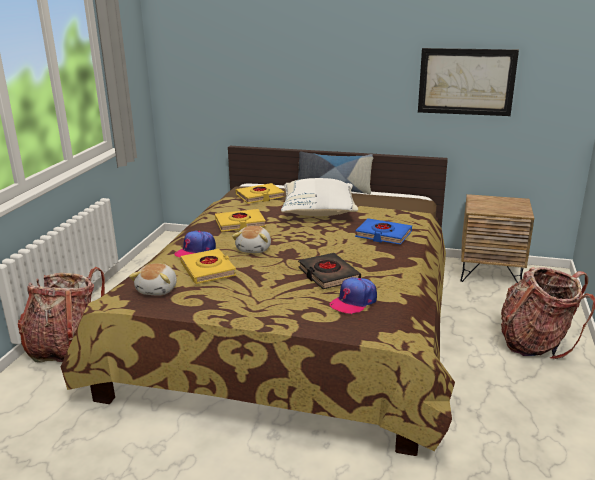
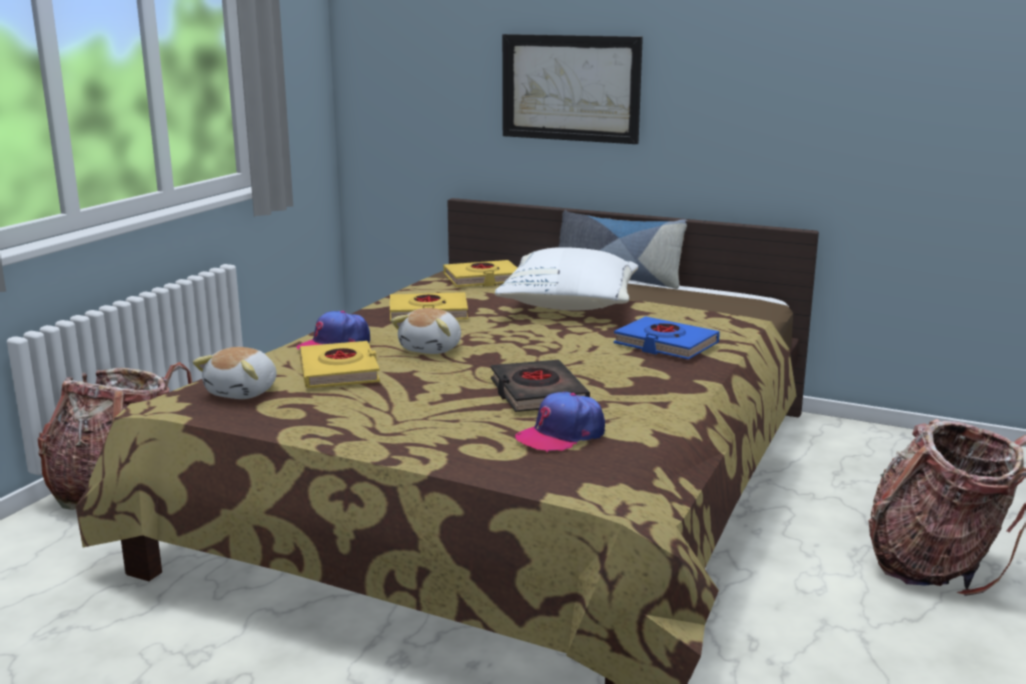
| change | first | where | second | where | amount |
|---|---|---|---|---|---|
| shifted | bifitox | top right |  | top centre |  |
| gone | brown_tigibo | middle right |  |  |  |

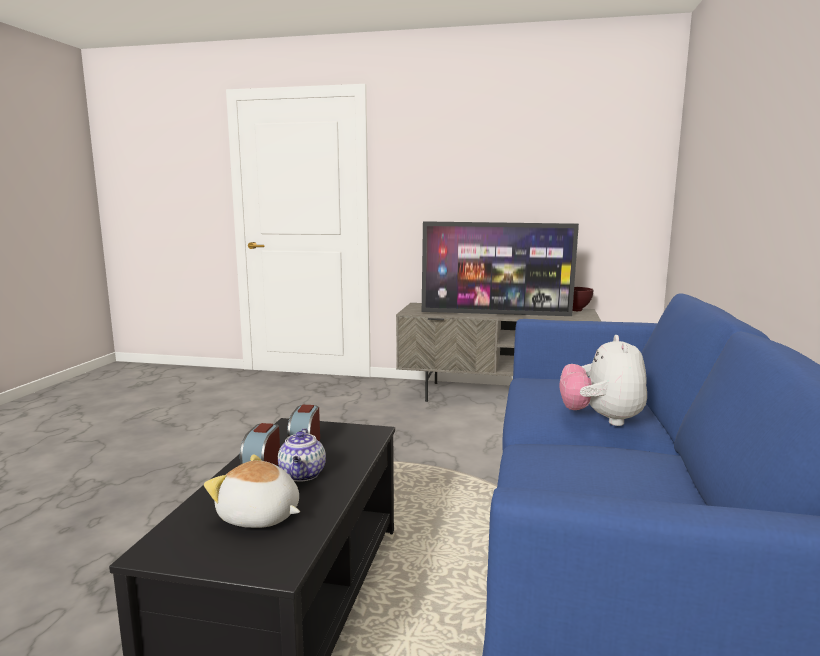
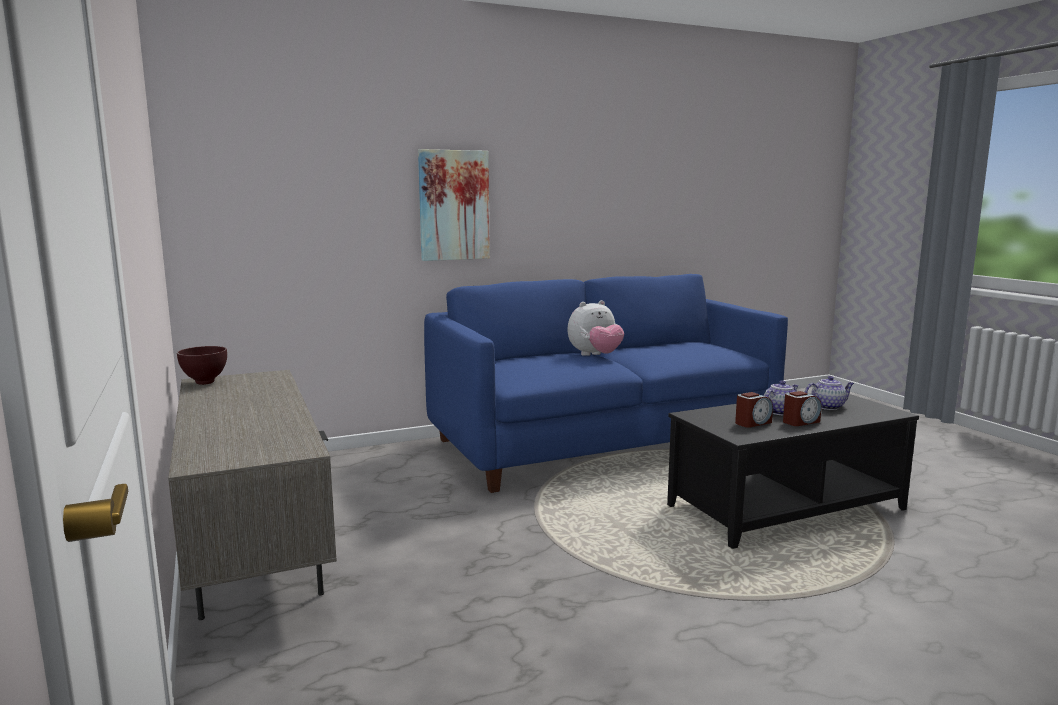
| change | first | where | second | where | amount |
|---|---|---|---|---|---|
| new |  |  | bifitox | top centre |  |
| swapped | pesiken (no. 1 from left) | bottom left | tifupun (no. 2 from left) | middle right |  |
| gone | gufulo | centre |  |  |  |

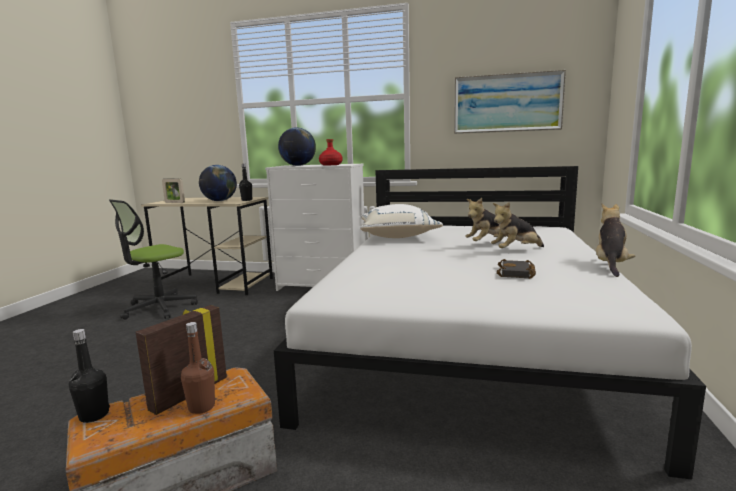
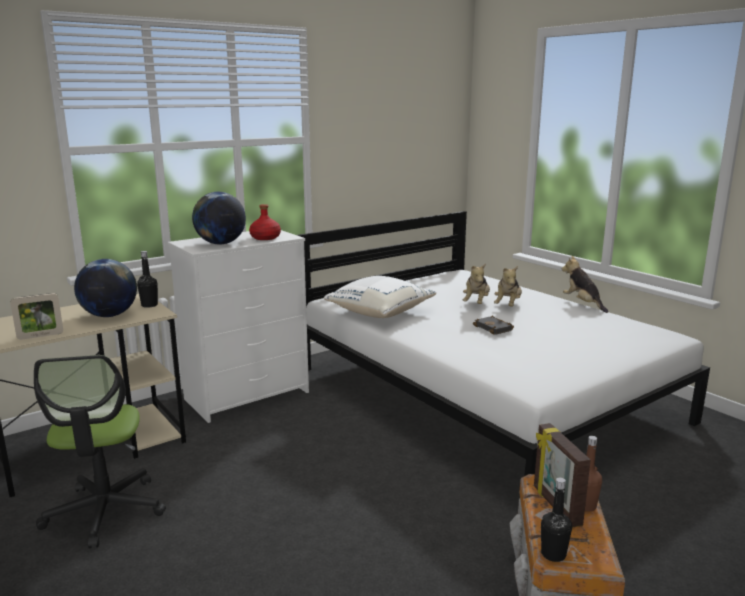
| change | first | where | second | where | amount |
|---|---|---|---|---|---|
| shifted | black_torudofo | middle right |  | centre |  |
| gone | bifitox | top right |  |  |  |

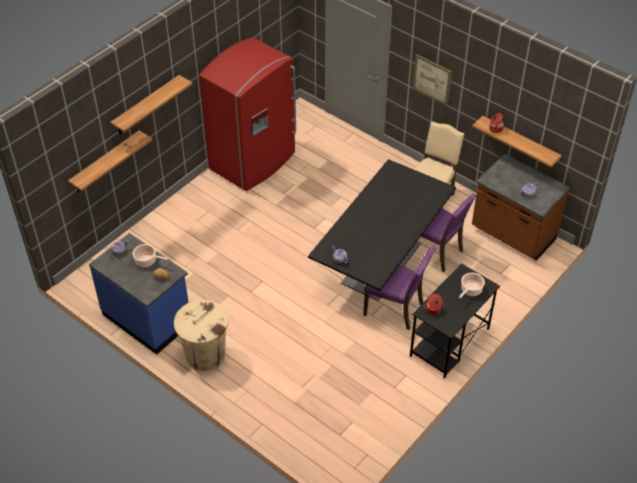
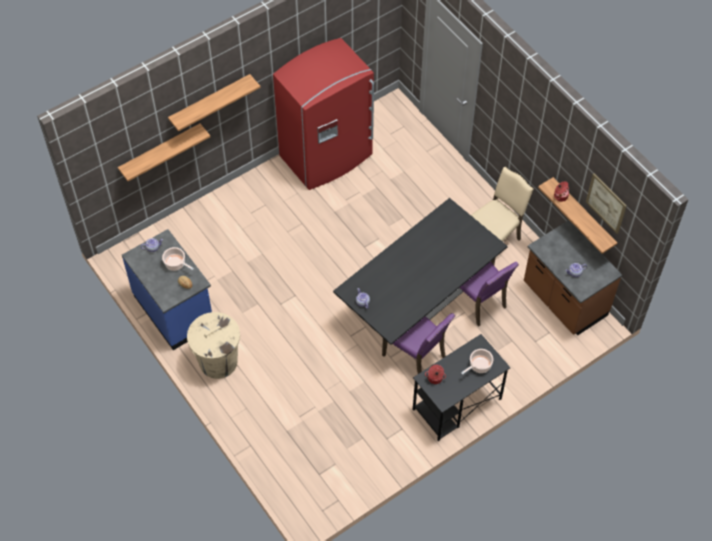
| change | first | where | second | where | amount |
|---|---|---|---|---|---|
| shifted | bifitox | top right |  | middle right |  |

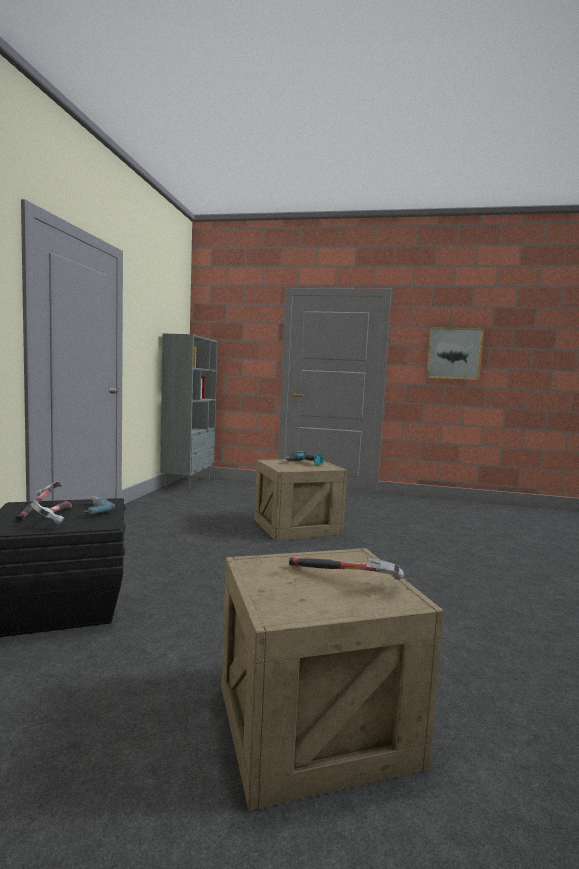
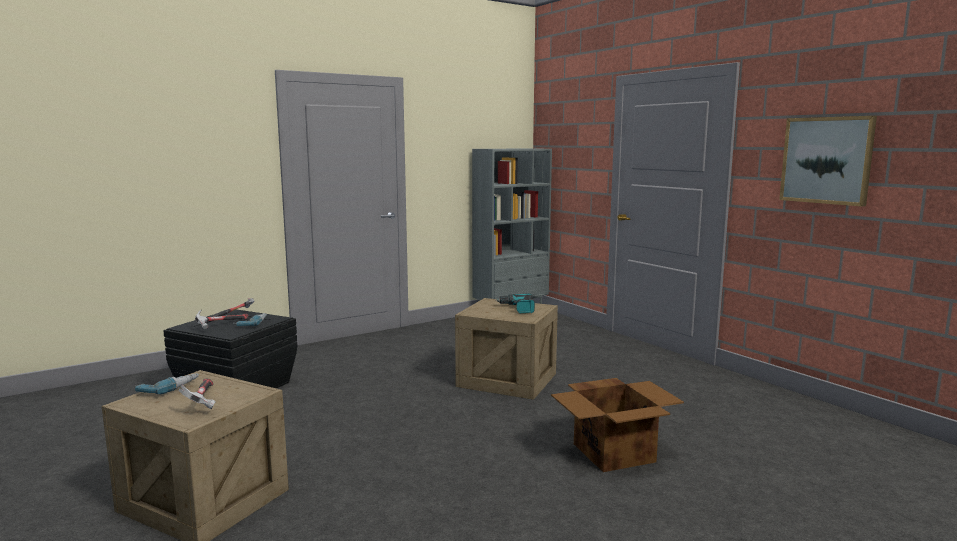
| change | first | where | second | where | amount |
|---|---|---|---|---|---|
| new |  |  | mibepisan (no. 1 from left) | bottom left |  |
| new |  |  | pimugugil | bottom centre |  |

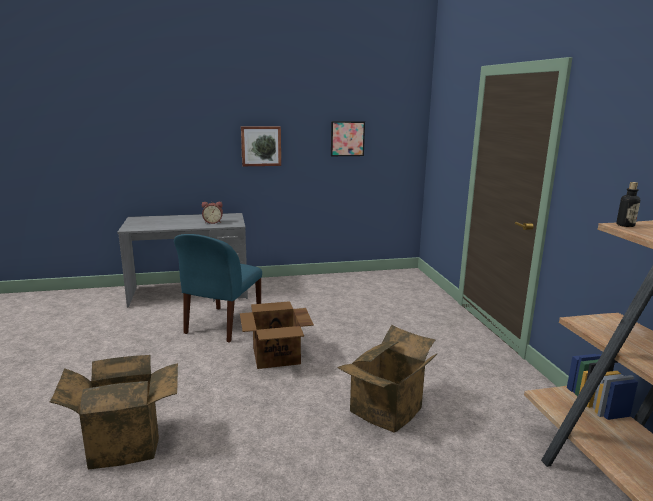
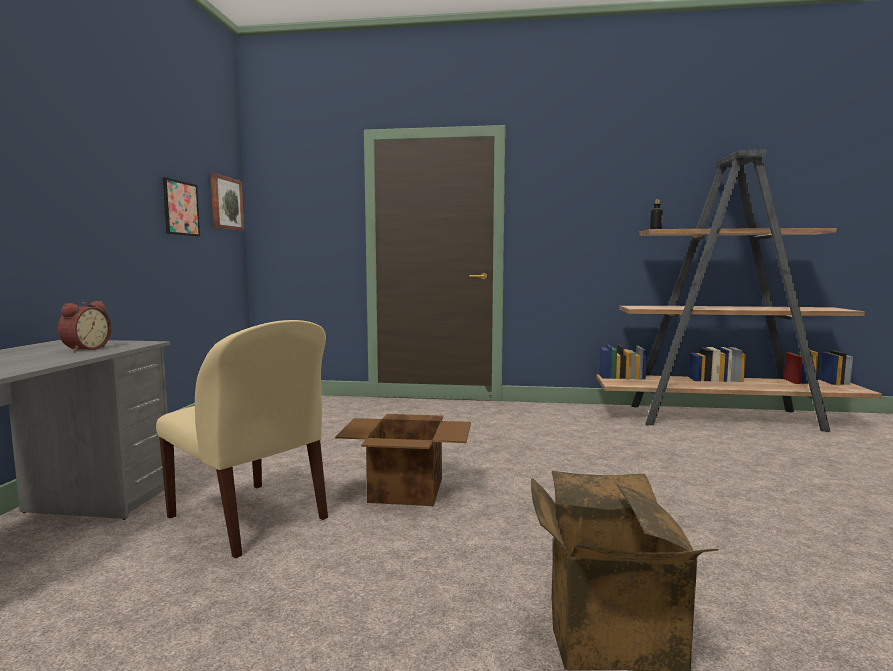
| change | first | where | second | where | amount |
|---|---|---|---|---|---|
| repainted | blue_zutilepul | centre | beige_zutilepul | middle left |  |
| shifted | bifitox (no. 1 from left in the first image) | top centre | bifitox (no. 2 from left) | top left |  |
| gone | pimugugil (no. 3 from left) | bottom centre |  |  |  |

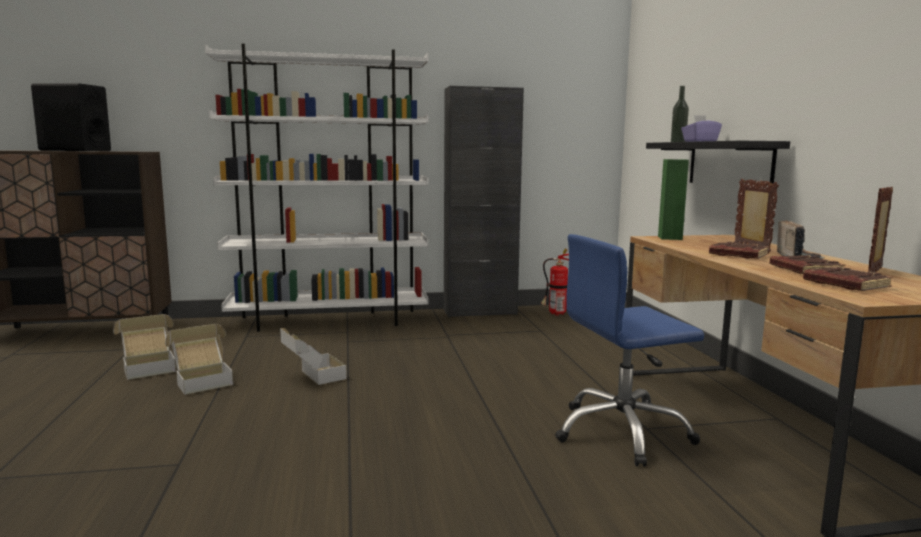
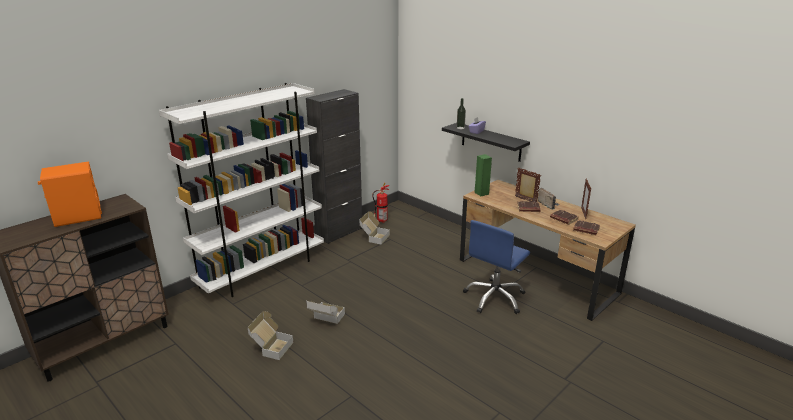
| change | first | where | second | where | amount |
|---|---|---|---|---|---|
| repainted | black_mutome | top left | orange_mutome | middle left |  |
| shifted | pimugugil (no. 1 from left in the first image) | middle left | pimugugil (no. 3 from left) | centre |  |

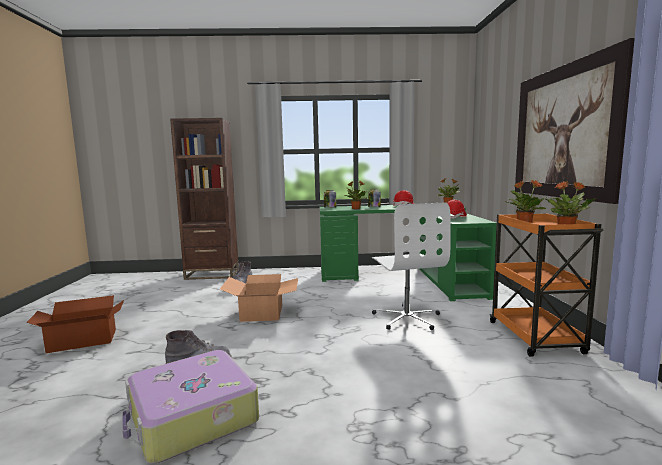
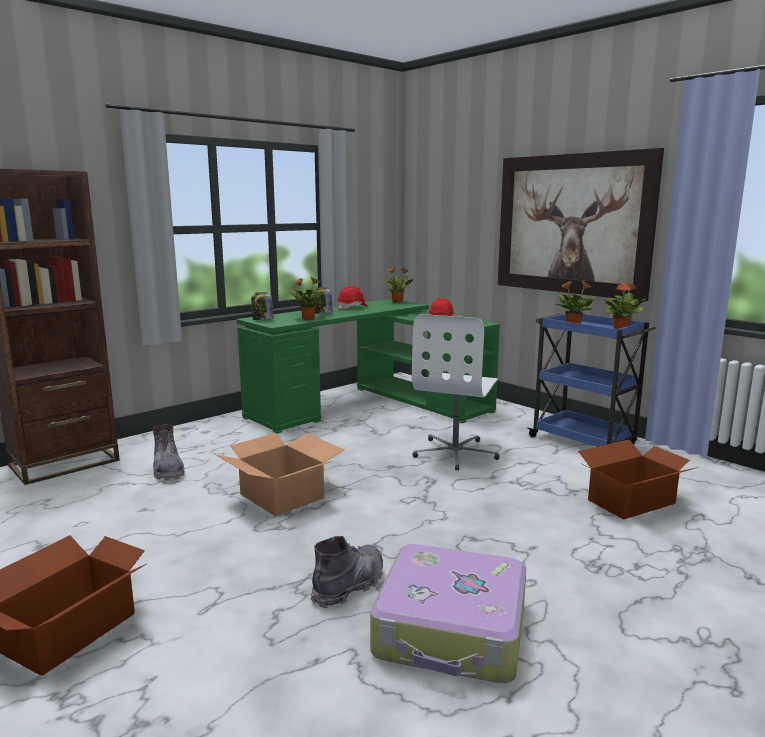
| change | first | where | second | where | amount |
|---|---|---|---|---|---|
| rotated | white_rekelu | centre |  | centre | 75 degrees clockwise |
| repainted | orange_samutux | middle right | blue_samutux | middle right |  |
| new |  |  | pimugugil (no. 3 from left) | middle right |  |

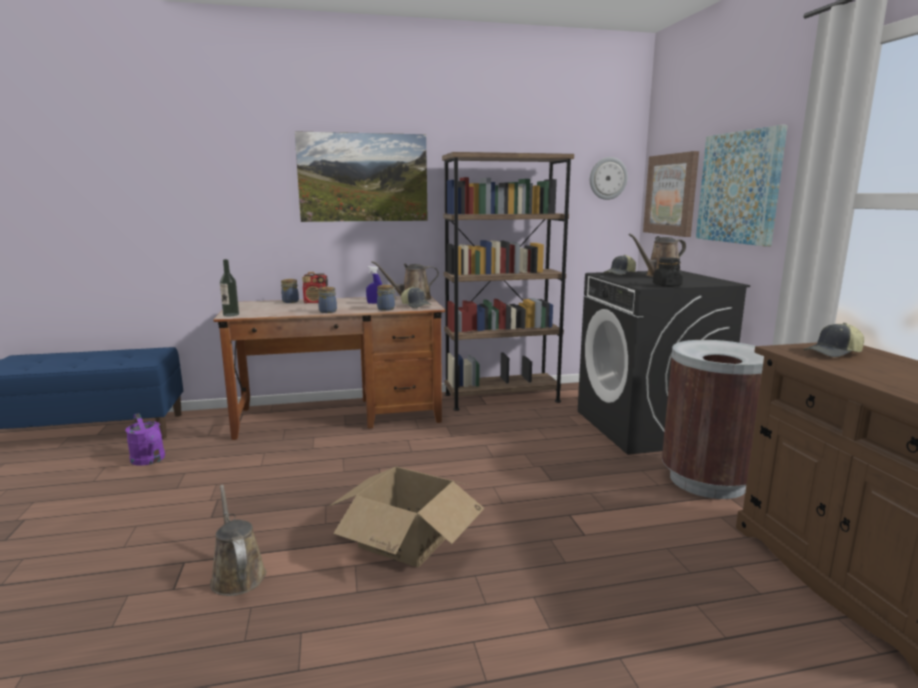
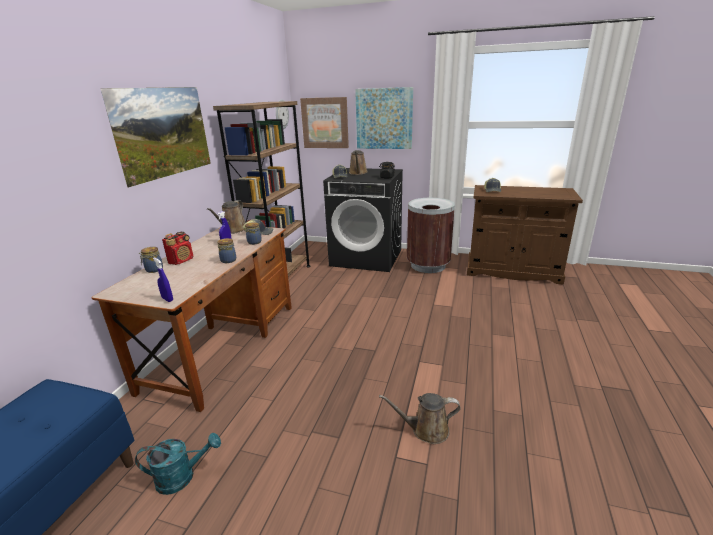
| change | first | where | second | where | amount |
|---|---|---|---|---|---|
| repainted | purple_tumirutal | middle left | turquoise_tumirutal | bottom left |  |
| swapped | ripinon | middle left | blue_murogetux (no. 1 from left) | middle left |  |
| gone | pimugugil | bottom centre |  |  |  |

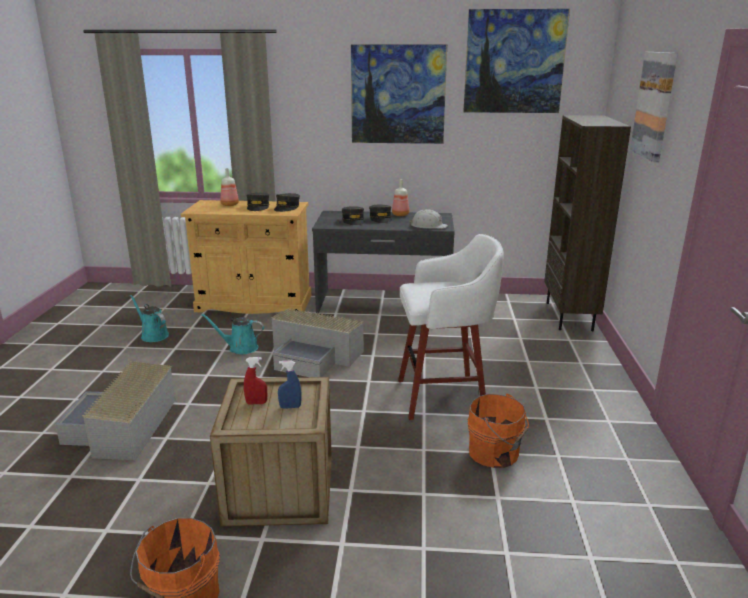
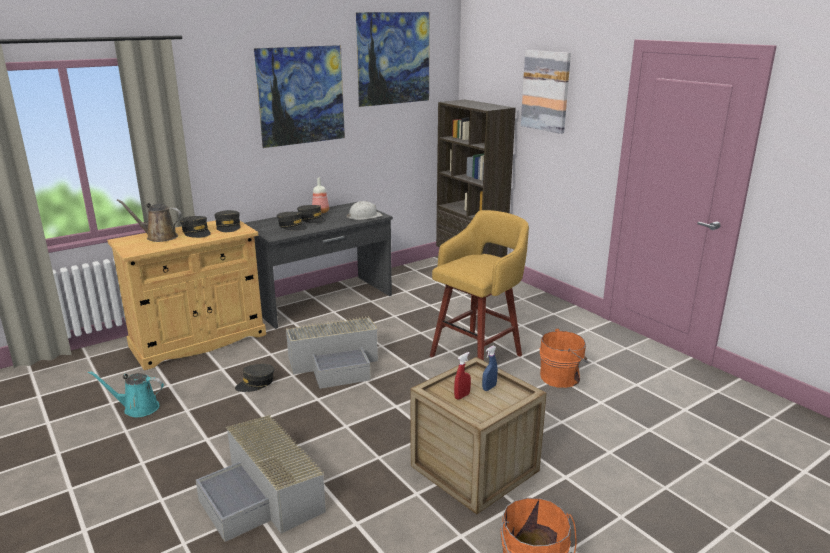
| change | first | where | second | where | amount |
|---|---|---|---|---|---|
| swapped | ripinon (no. 1 from left) | top left | brown_tumirutal | middle left |  |
| swapped | turquoise_tumirutal (no. 2 from left) | middle left | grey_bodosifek (no. 3 from left) | bottom left |  |
| repainted | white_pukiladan | centre | yellow_pukiladan | centre |  |

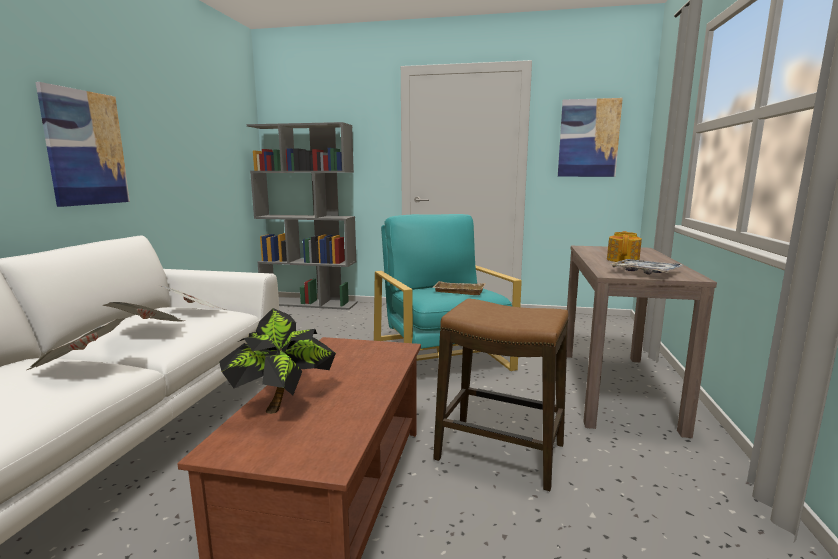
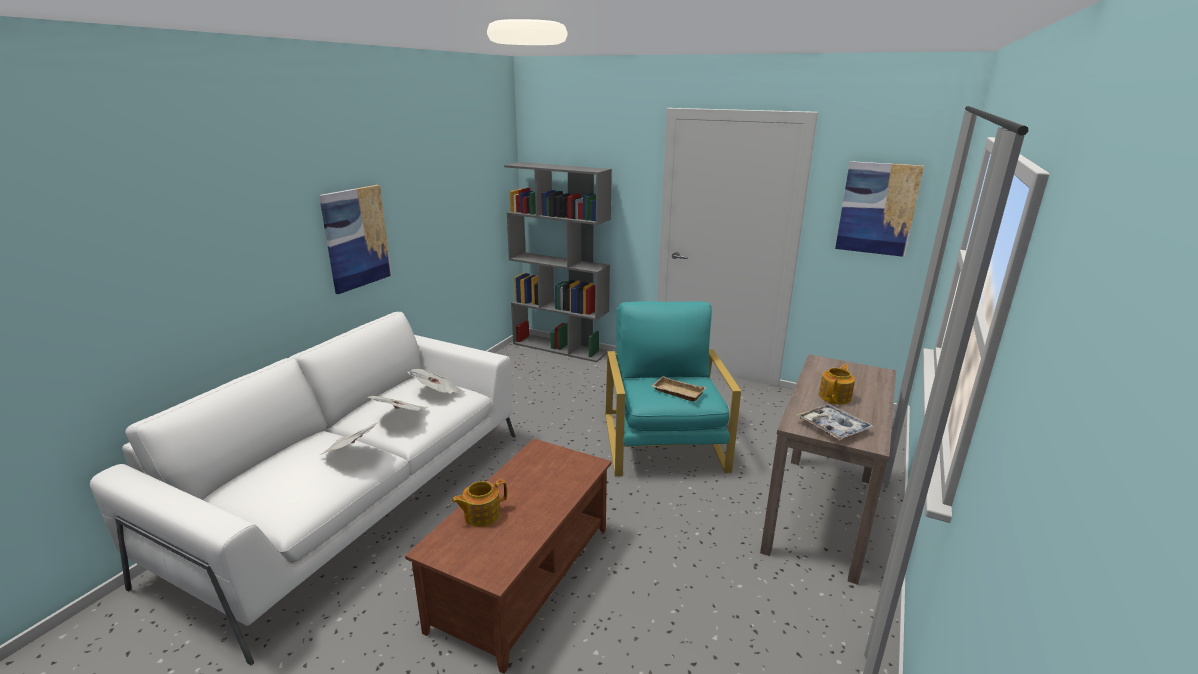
| change | first | where | second | where | amount |
|---|---|---|---|---|---|
| swapped | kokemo | middle left | tifupun (no. 1 from left) | bottom centre |  |
| gone | pukiladan | bottom centre |  |  |  |

